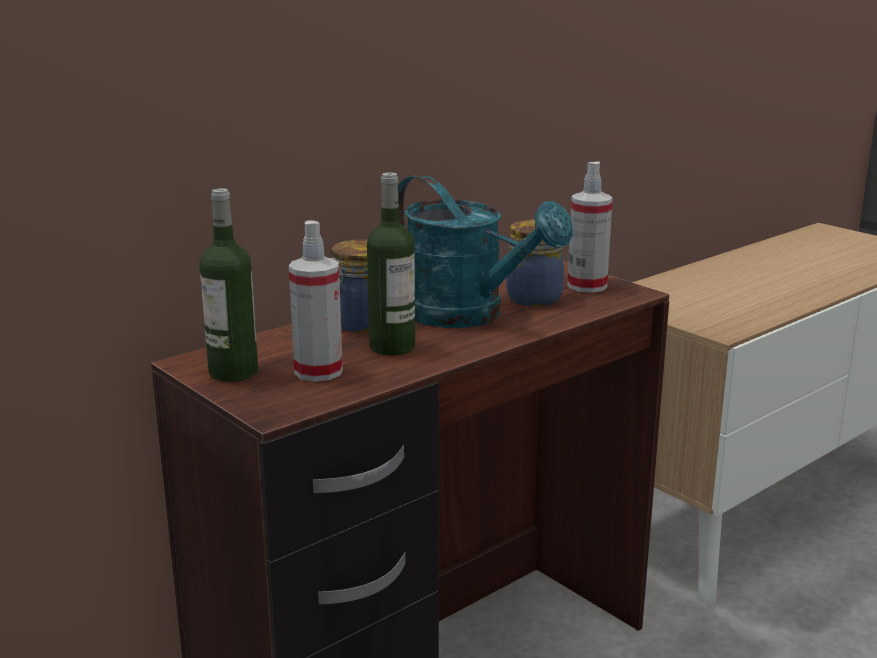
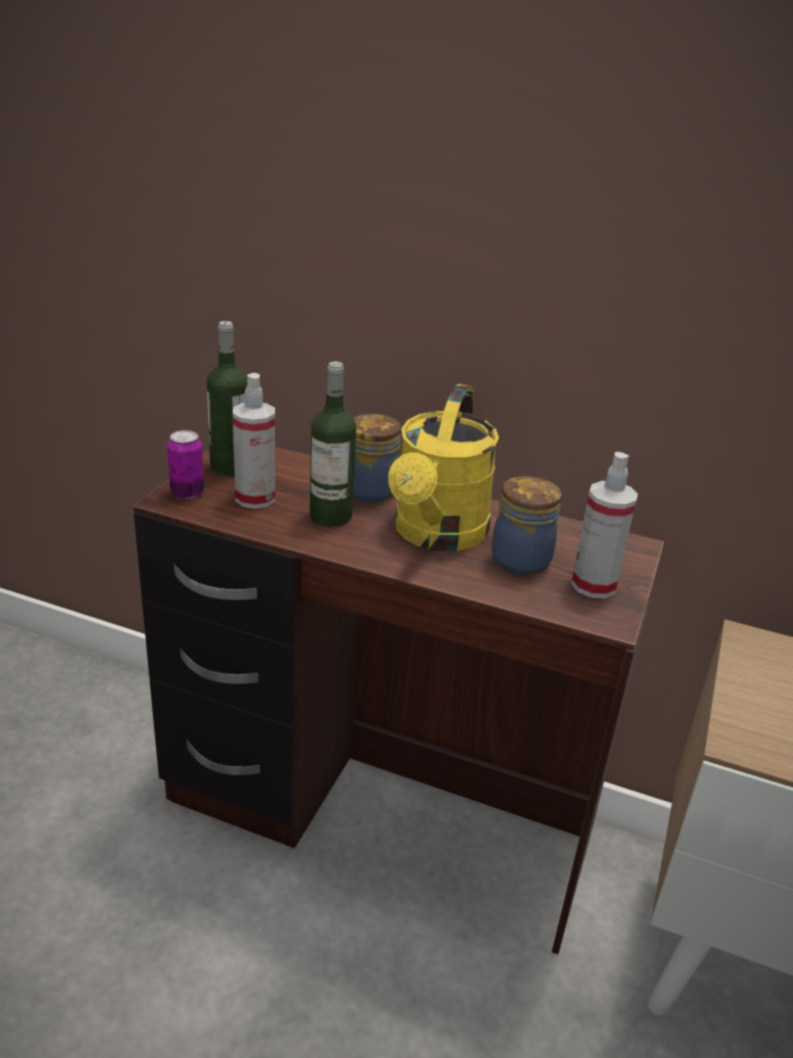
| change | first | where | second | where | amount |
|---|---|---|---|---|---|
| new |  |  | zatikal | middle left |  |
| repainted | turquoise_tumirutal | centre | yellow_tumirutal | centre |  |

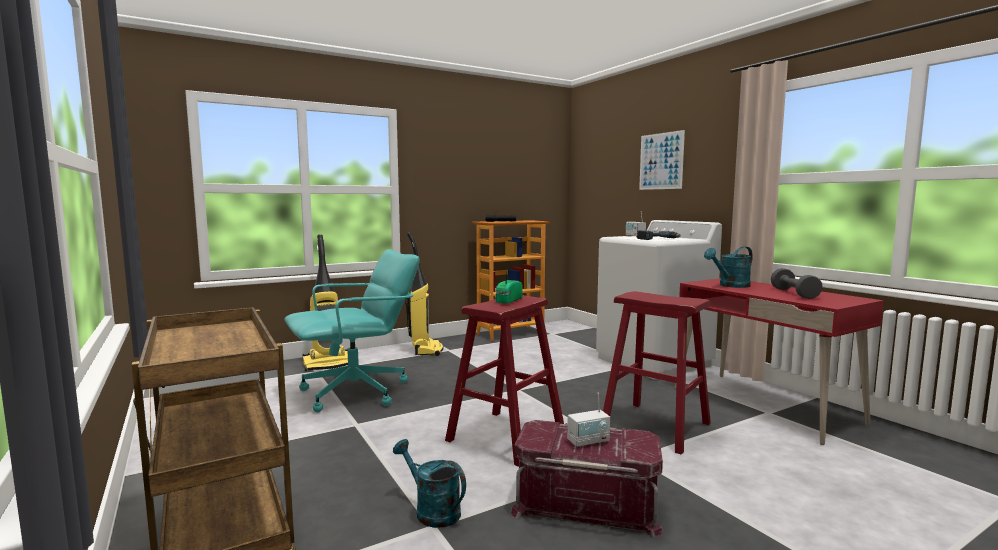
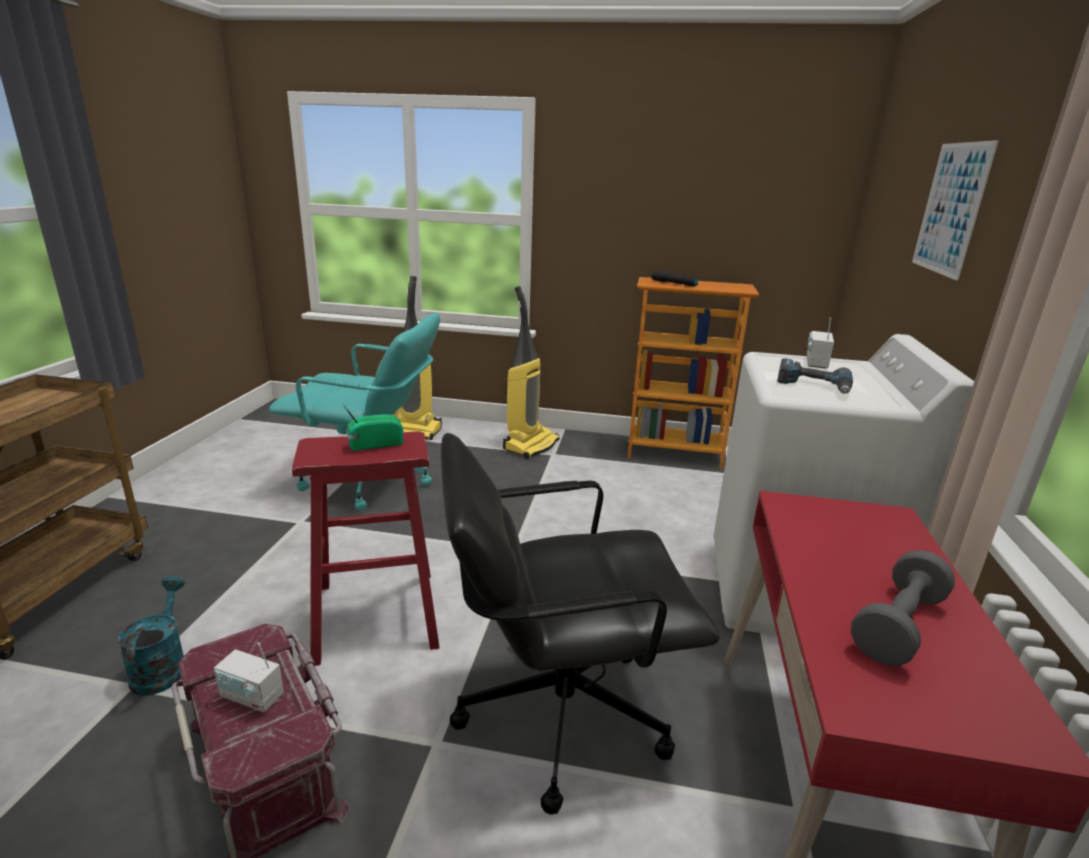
| change | first | where | second | where | amount |
|---|---|---|---|---|---|
| swapped | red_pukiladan (no. 2 from left) | bottom centre | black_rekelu | bottom centre |  |
| gone | turquoise_tumirutal (no. 2 from left) | middle right |  |  |  |

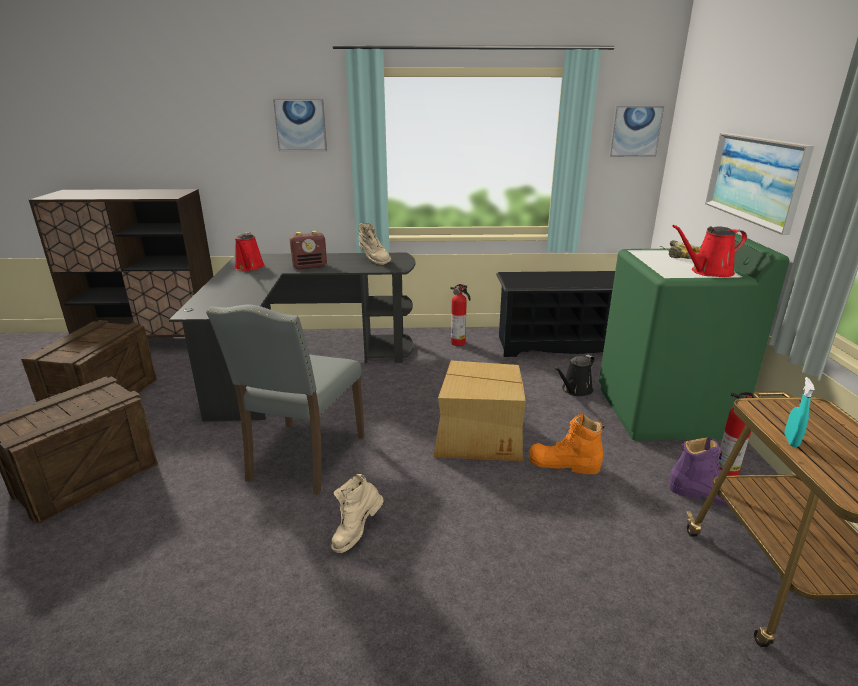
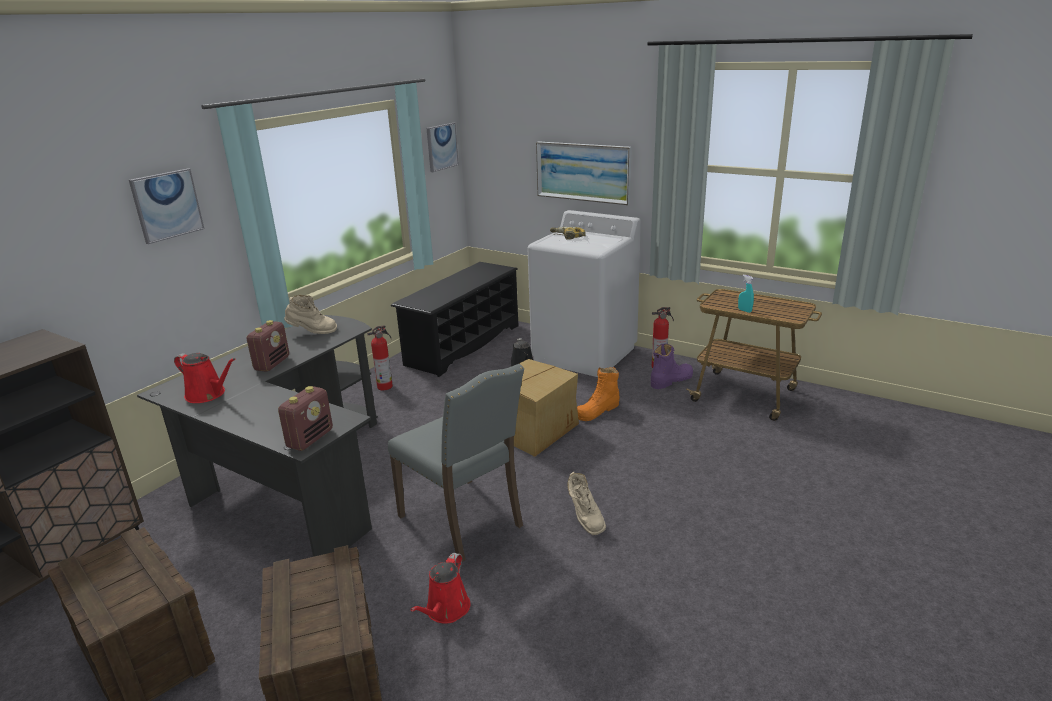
| change | first | where | second | where | amount |
|---|---|---|---|---|---|
| new |  |  | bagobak (no. 2 from left) | middle left |  |
| shifted | red_tumirutal (no. 2 from left) | middle right |  | bottom centre |  |
| repainted | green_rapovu | middle right | white_rapovu | centre |  |

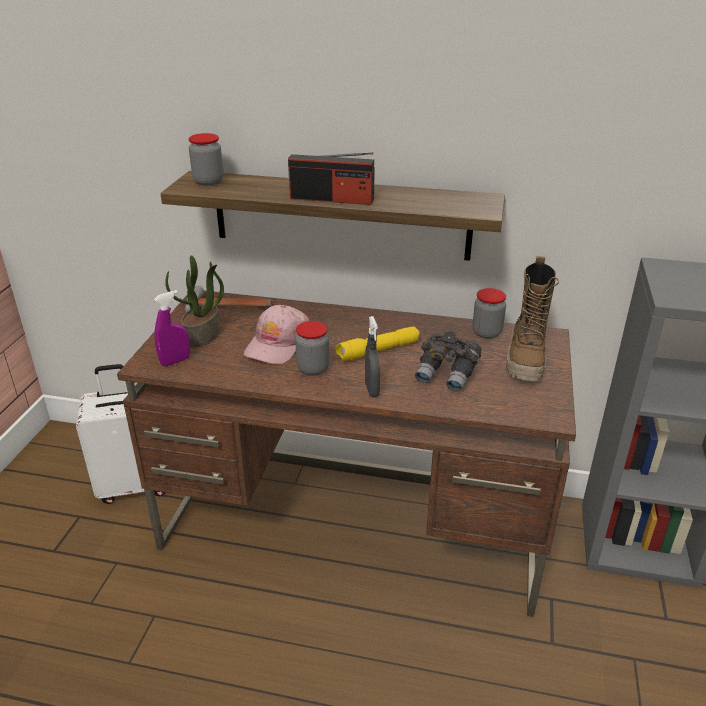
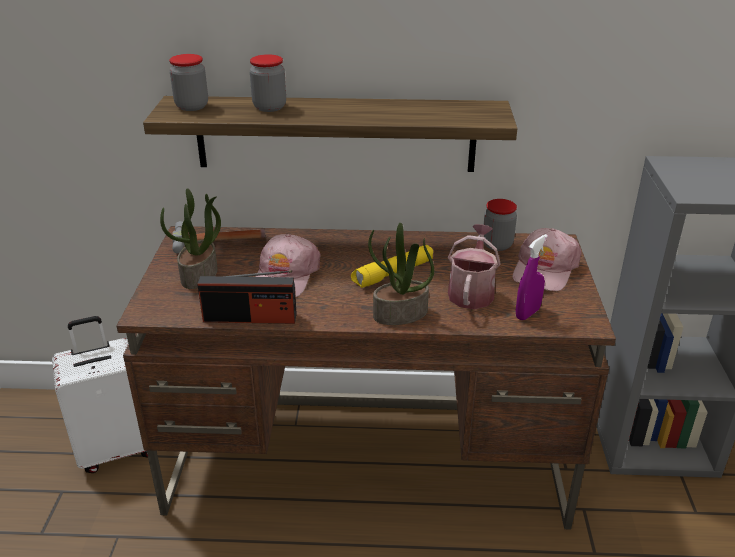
| change | first | where | second | where | amount |
|---|---|---|---|---|---|
| shifted | bagobak | top centre |  | centre |  |
| shifted | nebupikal (no. 2 from left) | centre |  | top centre |  |
| swapped | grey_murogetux | centre | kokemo (no. 2 from left) | centre |  |
| swapped | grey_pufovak | centre | tumirutal | centre |  |
| swapped | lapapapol | middle right | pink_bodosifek (no. 2 from left) | middle right |  |
| shifted | purple_murogetux | middle left |  | middle right |  |

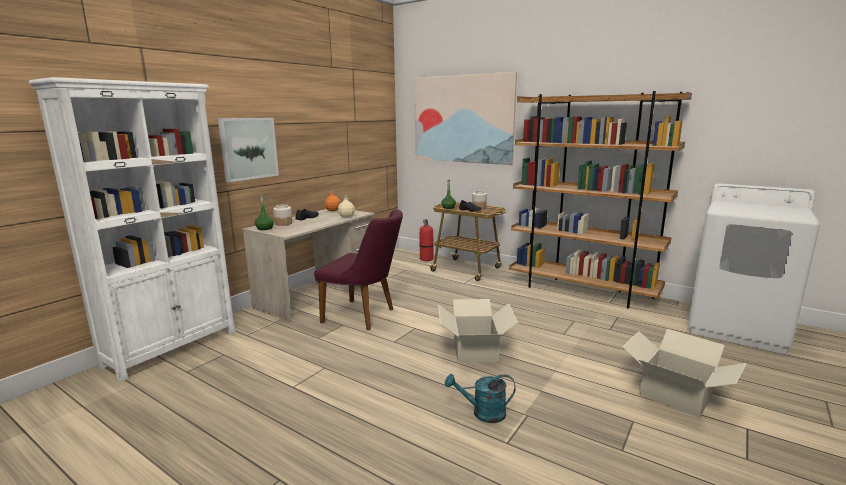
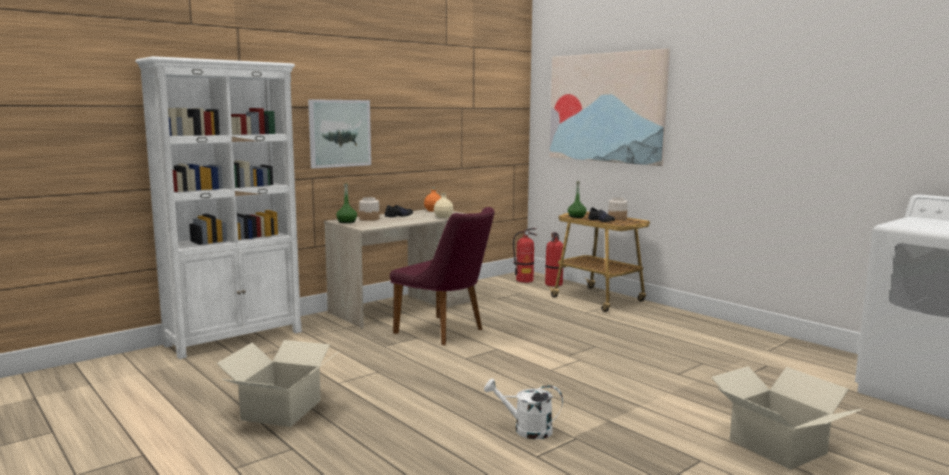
| change | first | where | second | where | amount |
|---|---|---|---|---|---|
| shifted | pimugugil (no. 1 from left) | bottom centre |  | bottom left |  |
| repainted | turquoise_tumirutal | bottom centre | white_tumirutal | bottom centre |  |
| new |  |  | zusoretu (no. 1 from left) | centre |  |
| gone | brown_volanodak | middle right |  |  |  |

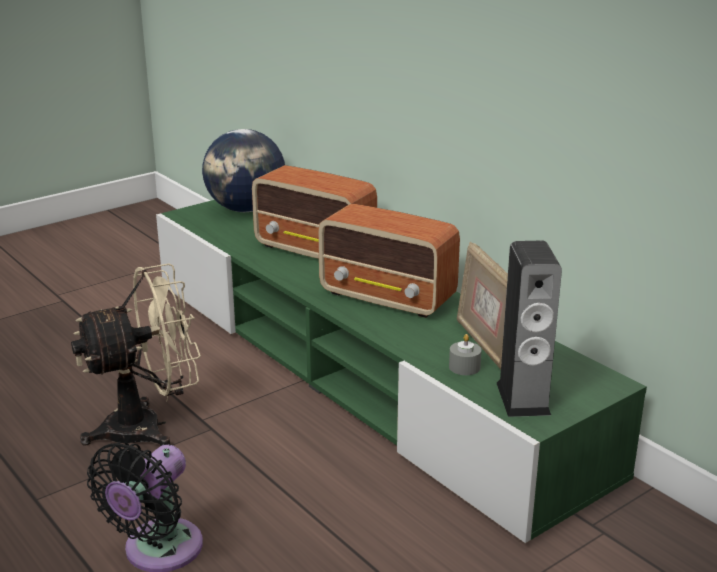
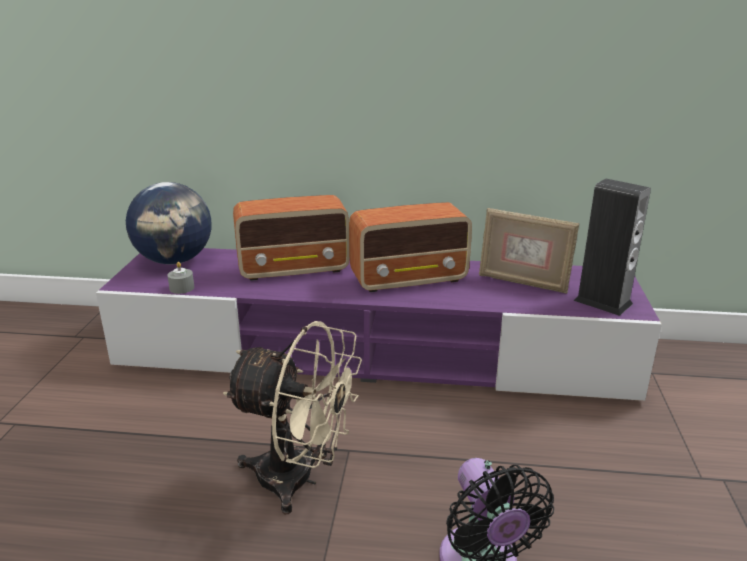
| change | first | where | second | where | amount |
|---|---|---|---|---|---|
| repainted | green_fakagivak | centre | purple_fakagivak | centre |  |
| shifted | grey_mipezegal | centre |  | middle left |  |
| rotated | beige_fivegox | middle left |  | bottom centre | 90 degrees clockwise |

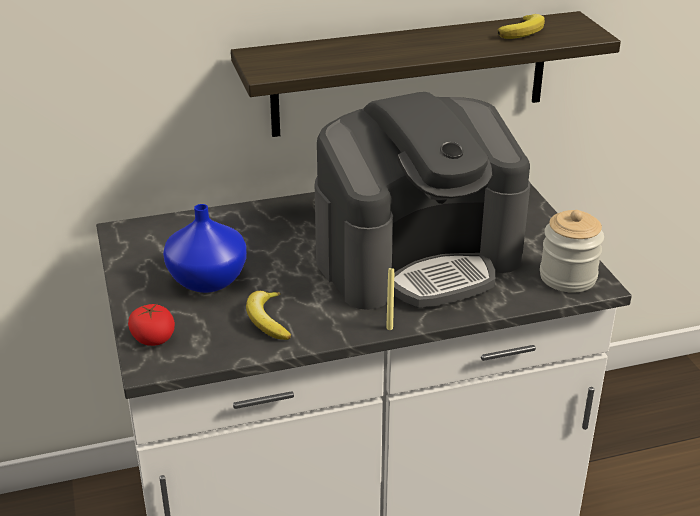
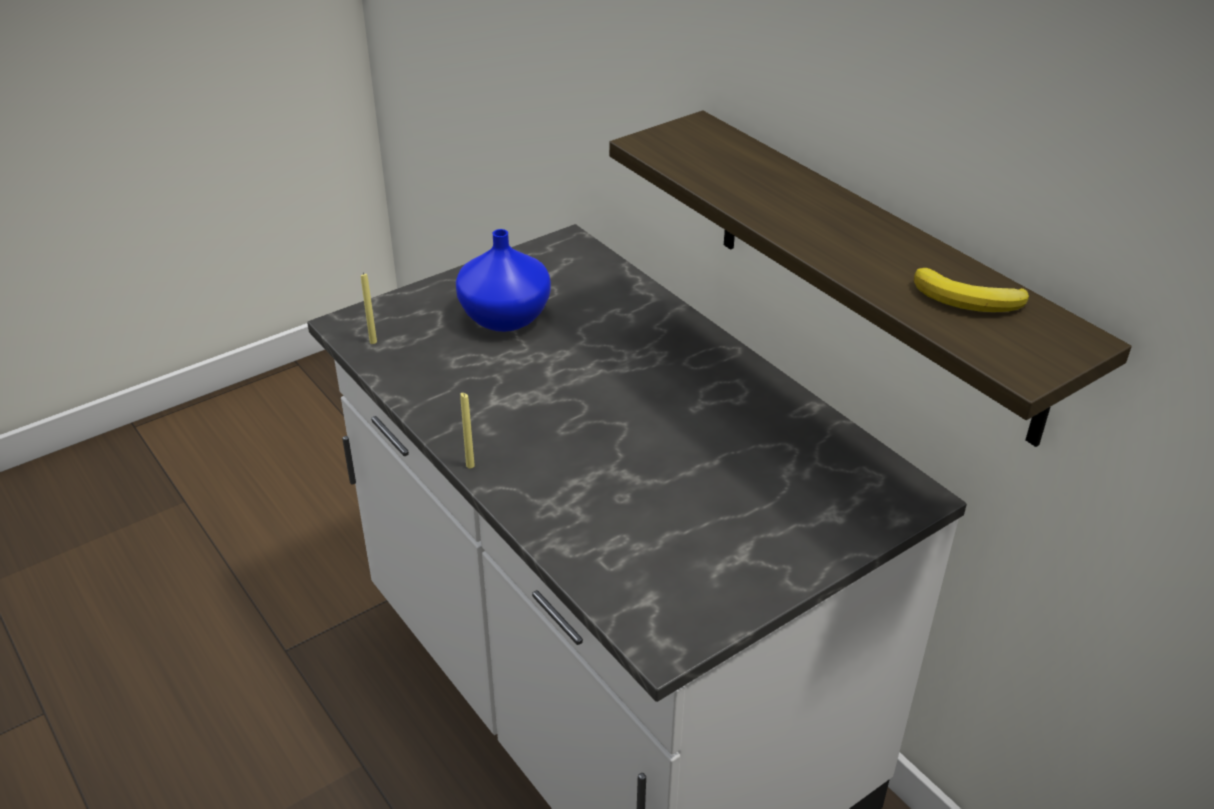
| change | first | where | second | where | amount |
|---|---|---|---|---|---|
| new |  |  | yellow_mipezegal (no. 1 from left) | middle left |  |
| gone | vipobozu | middle left |  |  |  |
| gone | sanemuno (no. 1 from left) | centre |  |  |  |
| gone | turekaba | centre |  |  |  |
| gone | nebupikal | middle right |  |  |  |

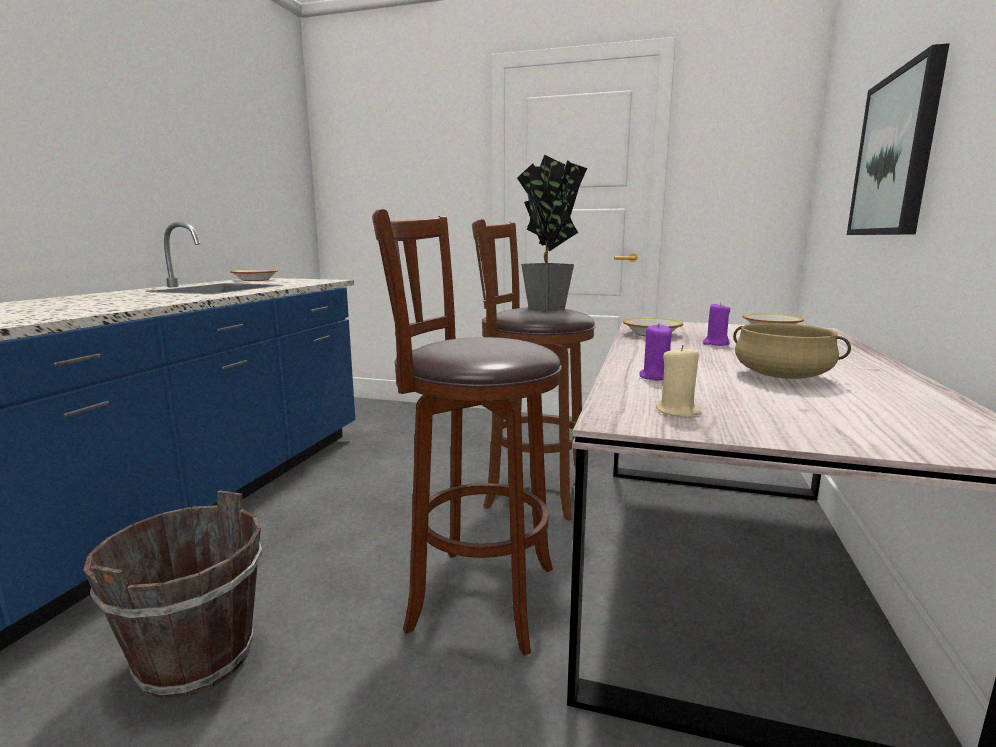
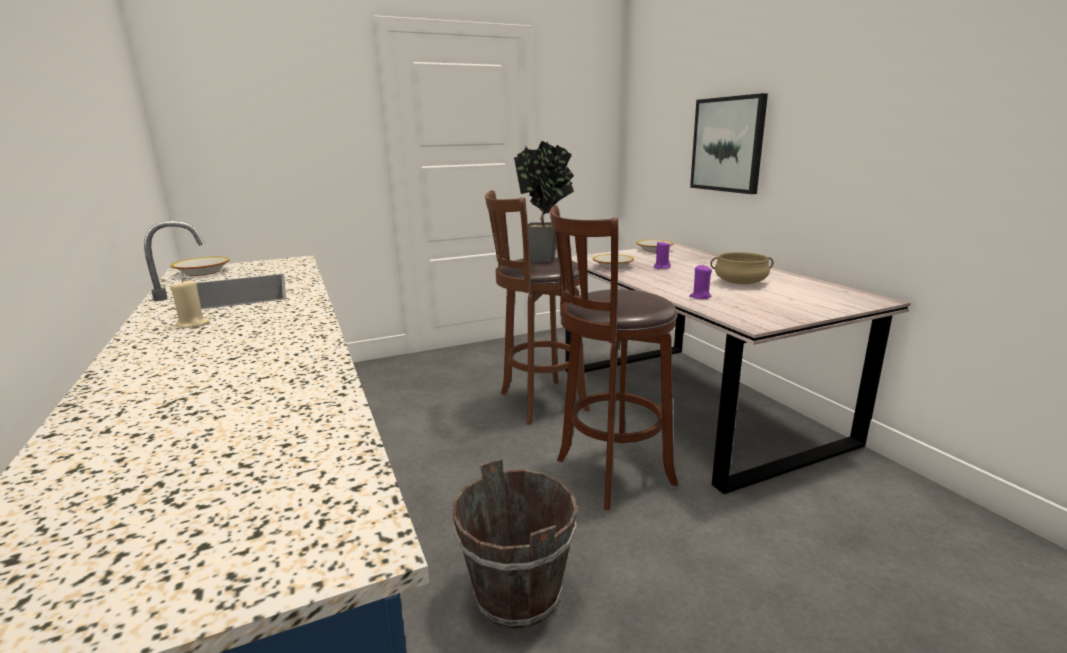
| change | first | where | second | where | amount |
|---|---|---|---|---|---|
| shifted | beige_mipezegal | middle right |  | middle left |  |

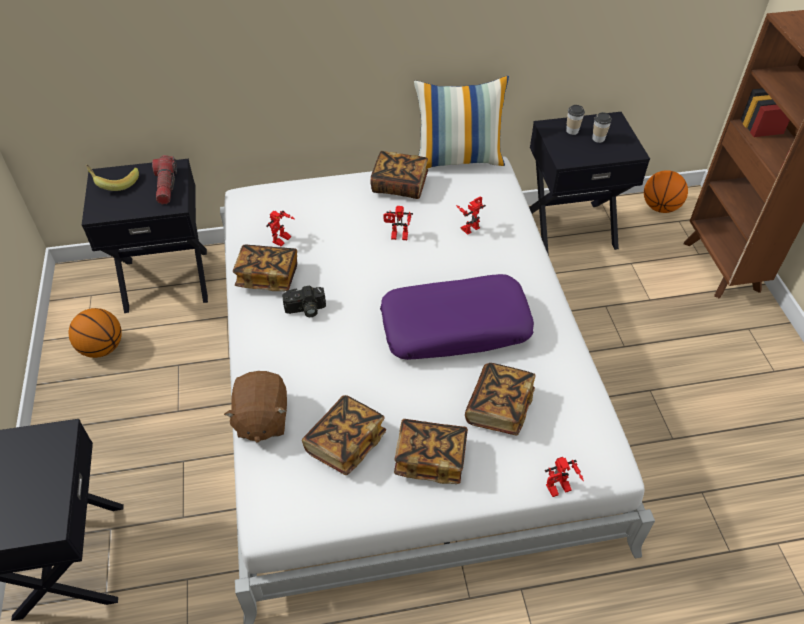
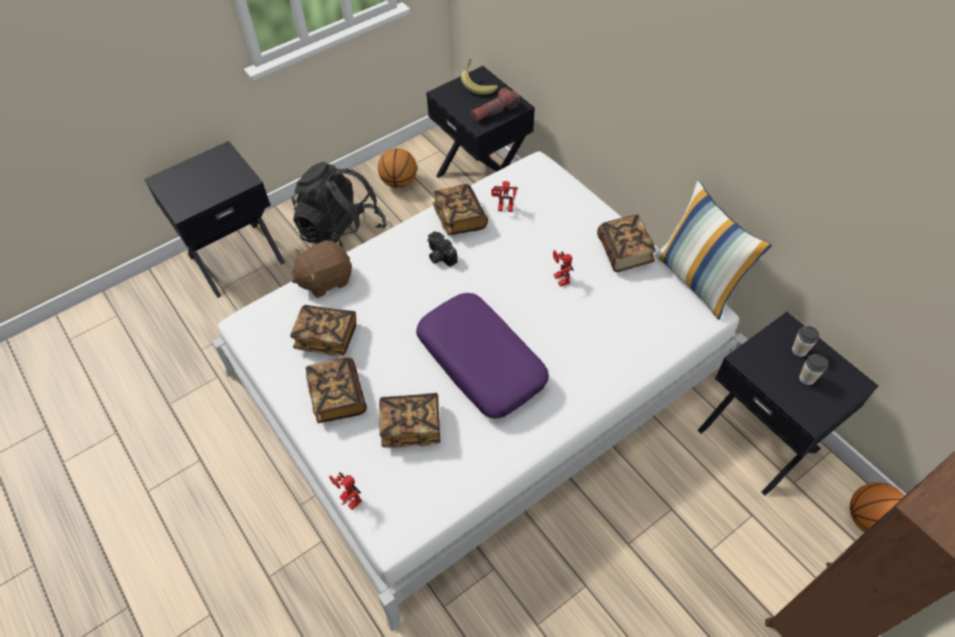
| change | first | where | second | where | amount |
|---|---|---|---|---|---|
| new |  |  | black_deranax | top centre |  |
| gone | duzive (no. 3 from left) | centre |  |  |  |

